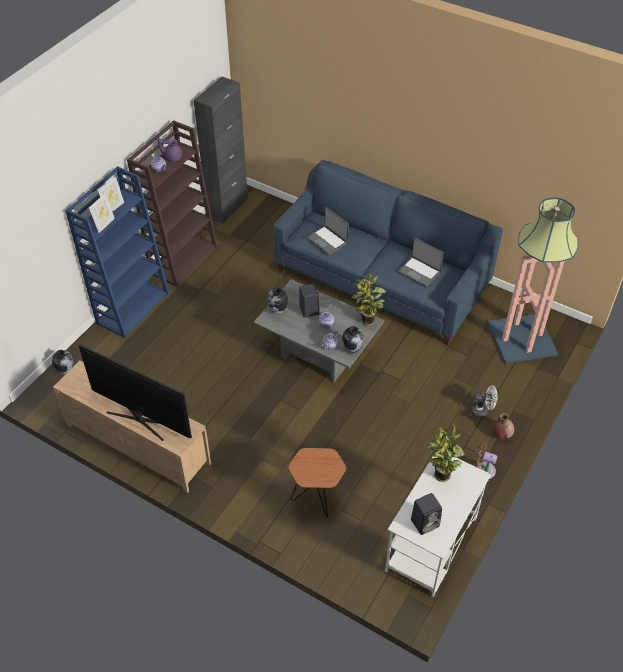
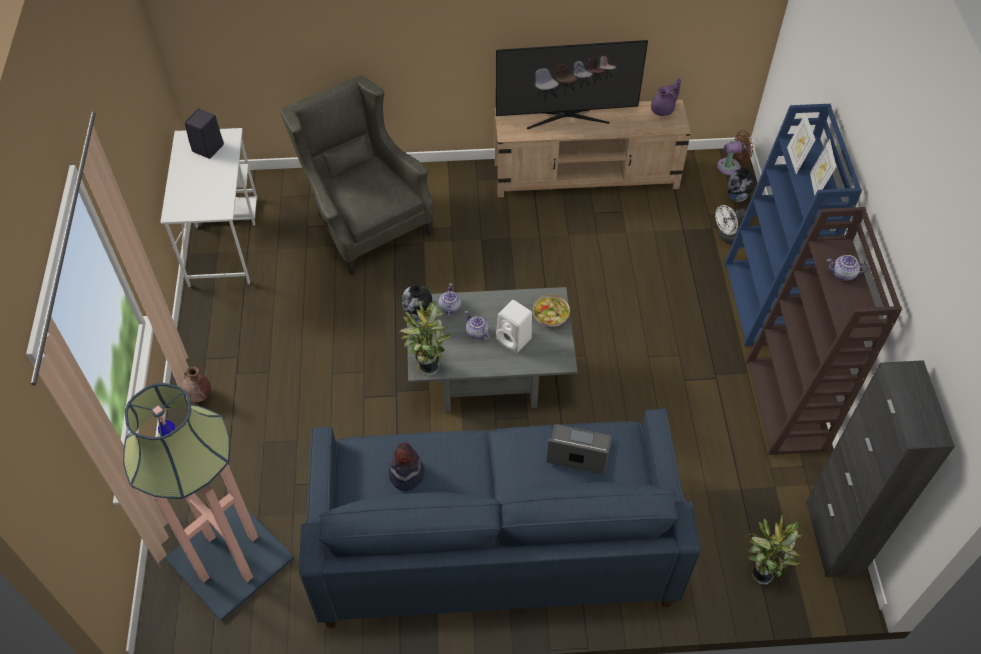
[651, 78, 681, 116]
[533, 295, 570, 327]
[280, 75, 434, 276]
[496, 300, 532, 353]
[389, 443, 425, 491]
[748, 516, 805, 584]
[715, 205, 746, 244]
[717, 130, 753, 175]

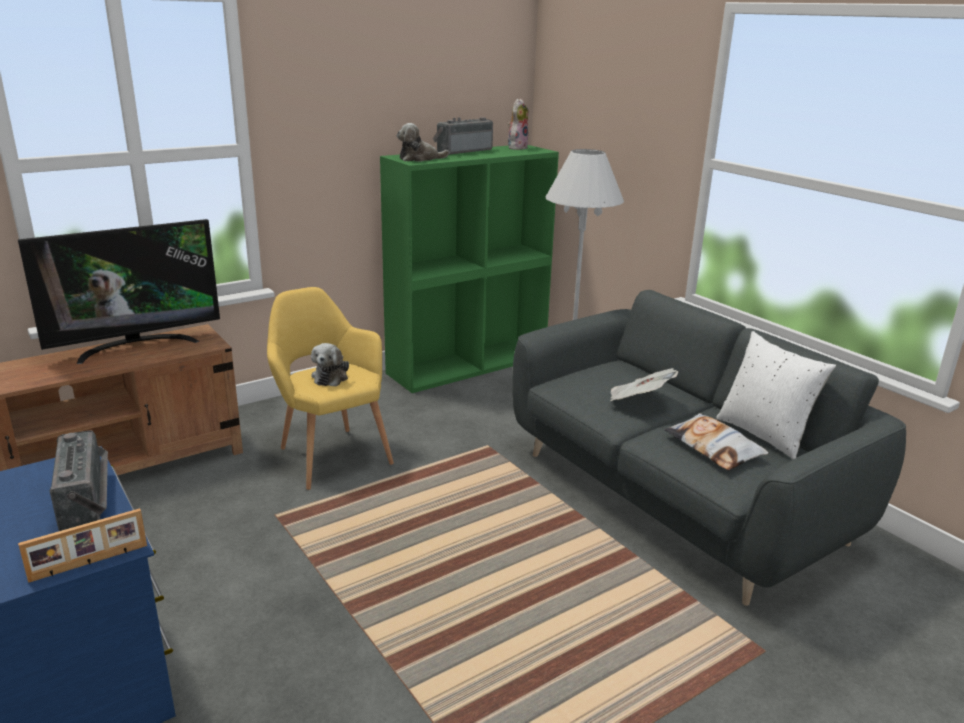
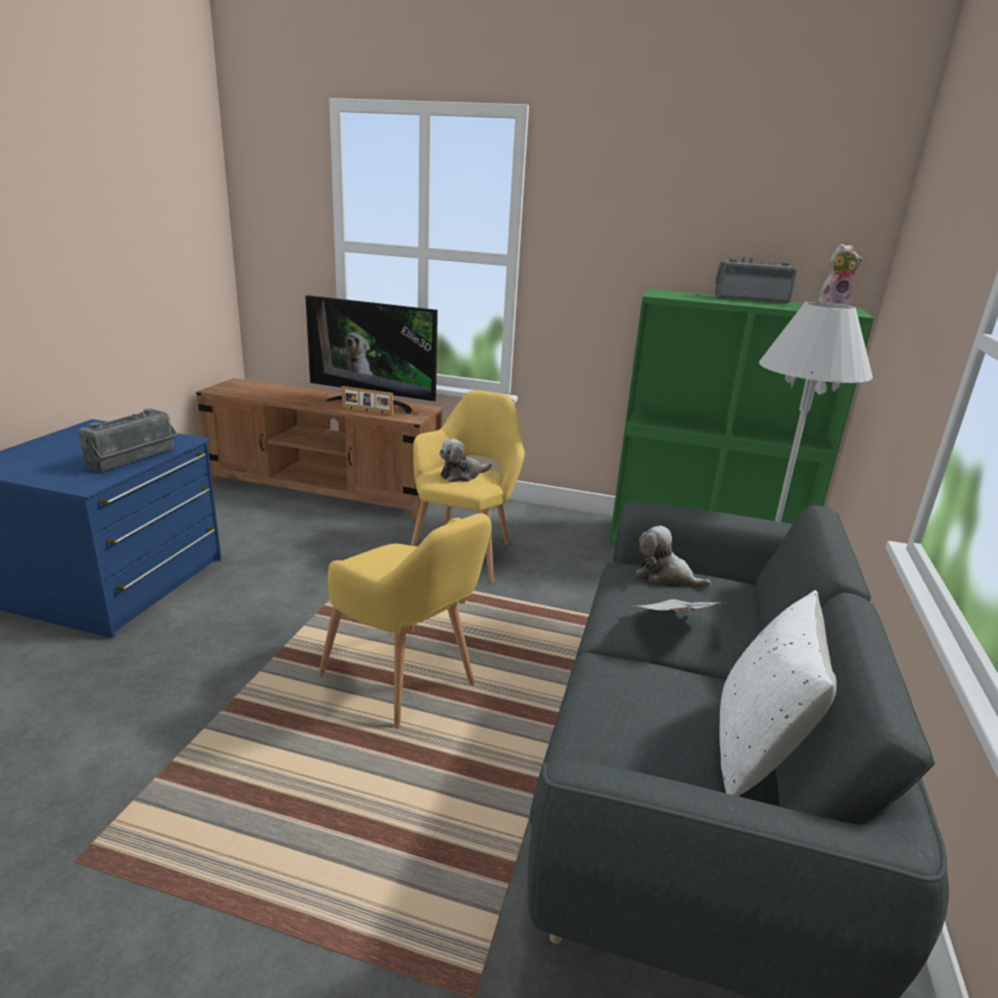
[342, 386, 393, 415]
[636, 526, 711, 589]
[664, 413, 769, 470] (first image)
[318, 513, 492, 729]

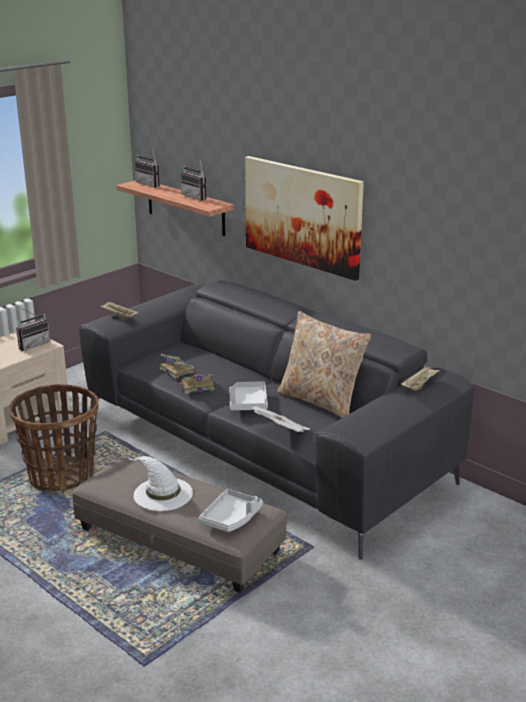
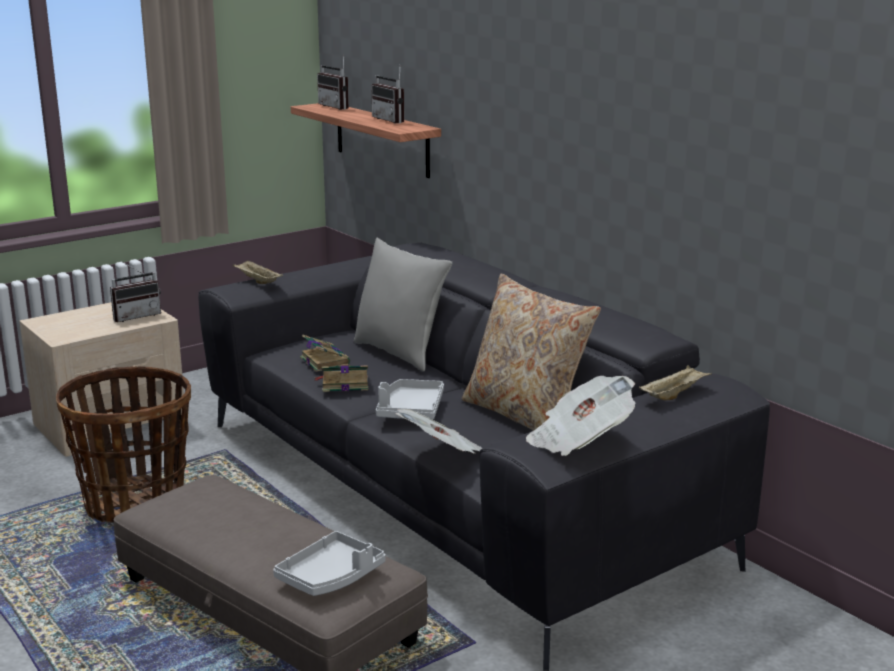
[129, 456, 193, 511] (first image)
[245, 156, 364, 281] (first image)
[354, 238, 452, 372]
[526, 376, 635, 456]

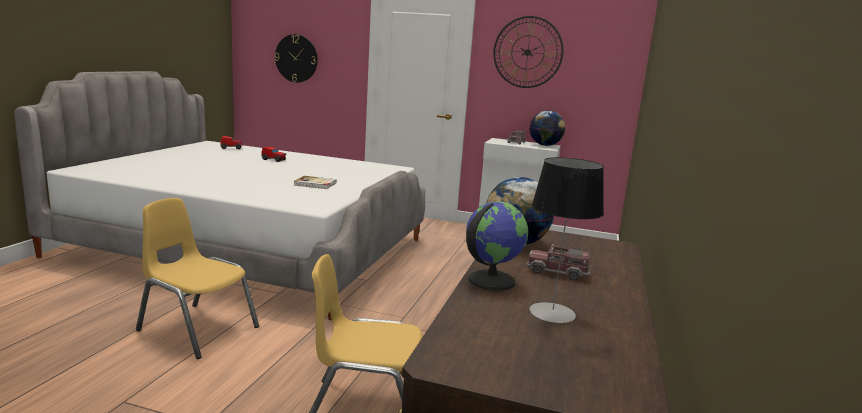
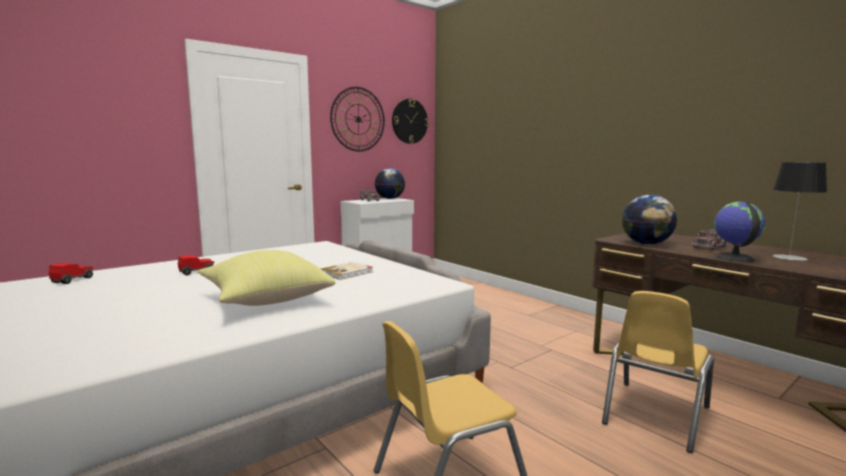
[392, 99, 429, 144]
[197, 250, 336, 306]

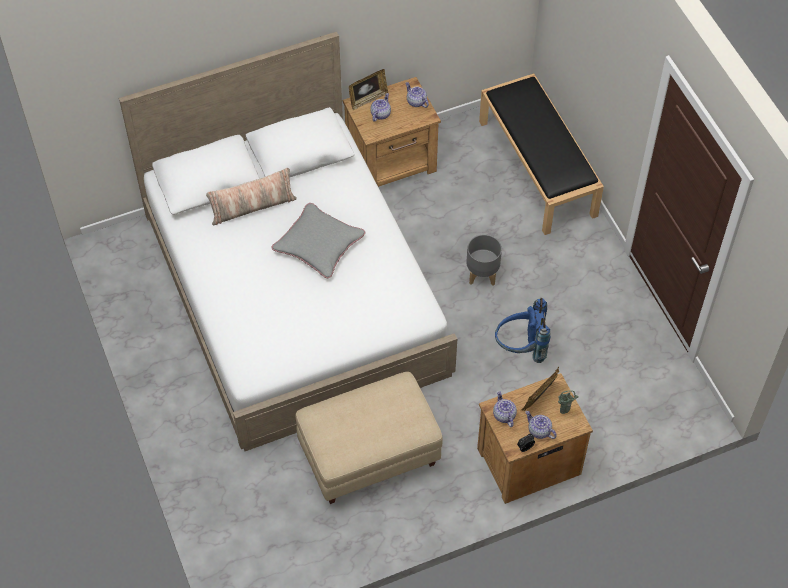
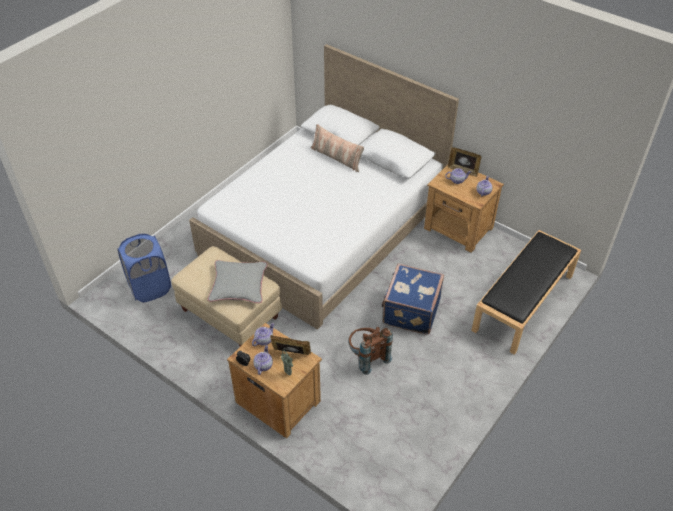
[208, 260, 267, 303]
[381, 263, 444, 335]
[348, 327, 393, 375]
[117, 234, 171, 302]

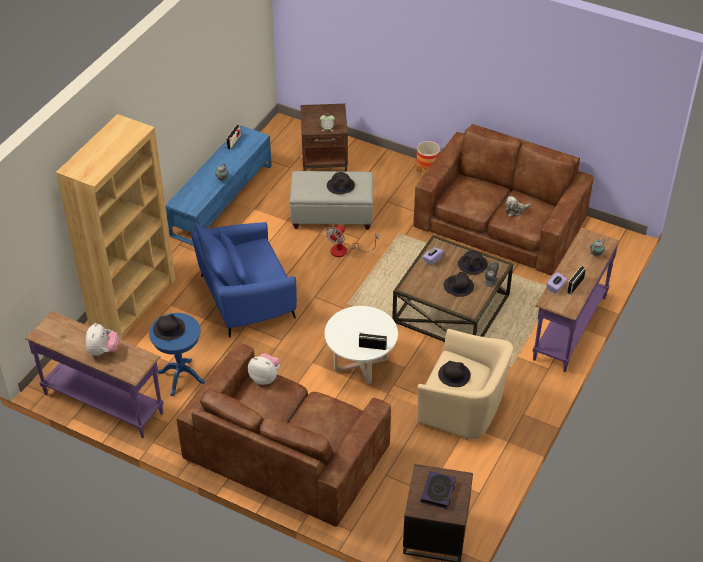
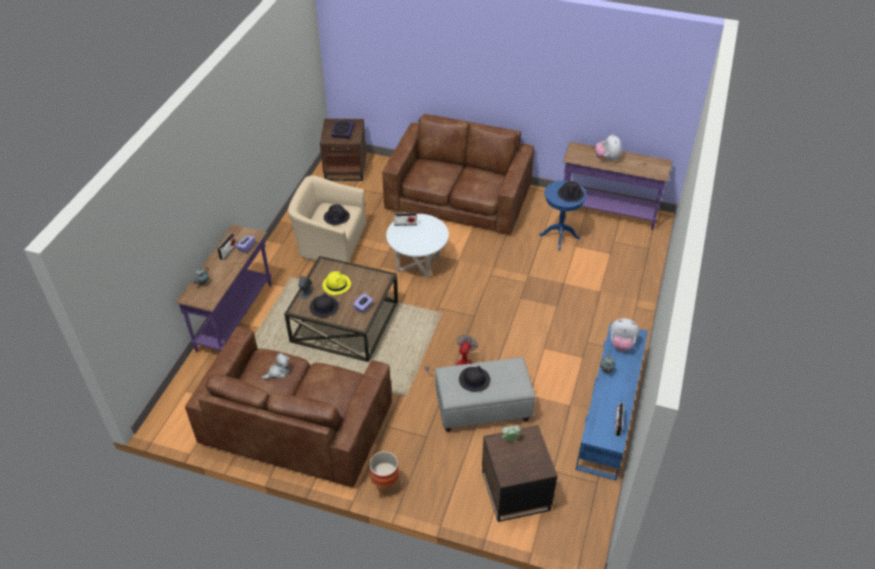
[56, 114, 176, 339] (first image)
[191, 222, 297, 338] (first image)
[610, 318, 639, 351]
[322, 271, 351, 295]

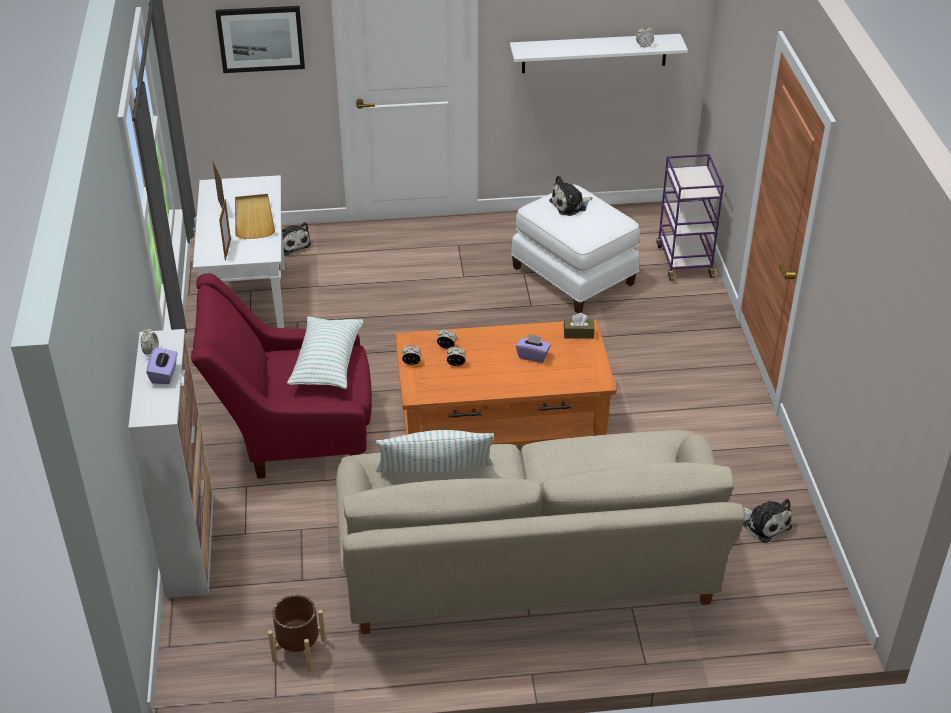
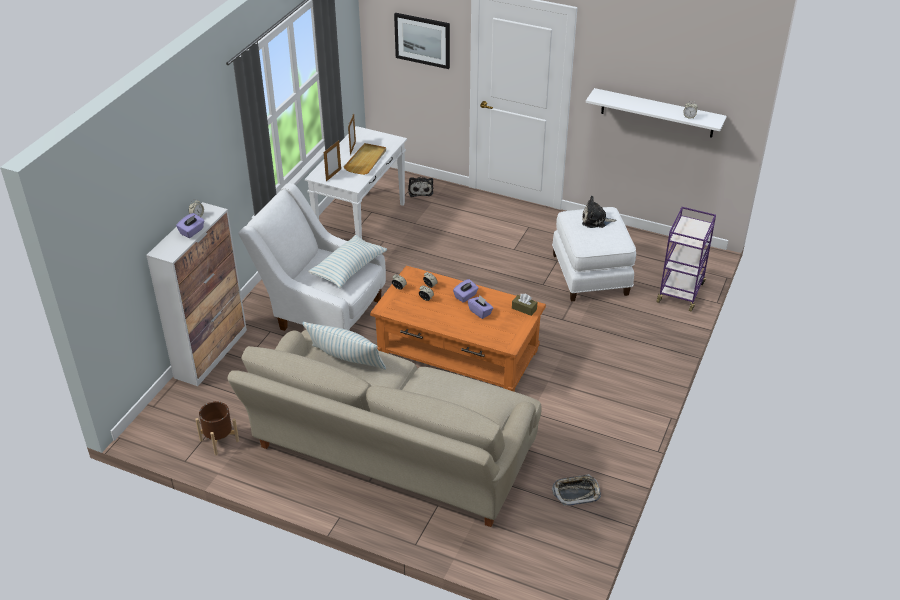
[238, 183, 386, 331]
[552, 474, 601, 506]
[453, 279, 478, 303]

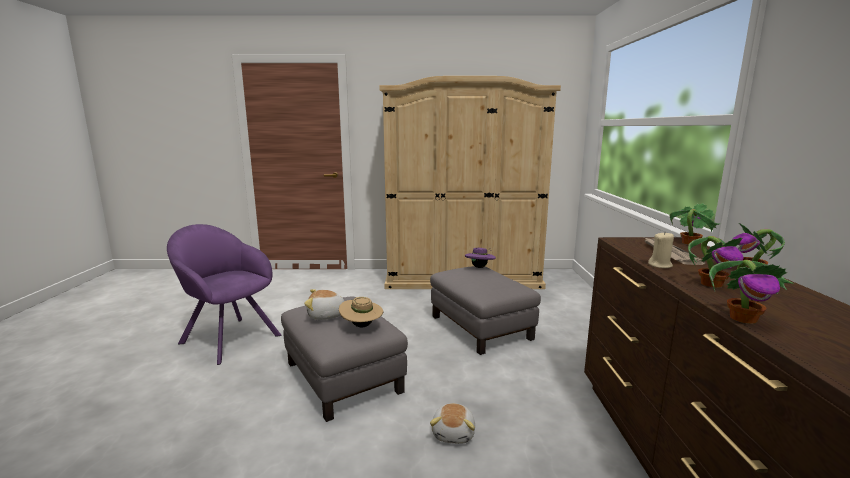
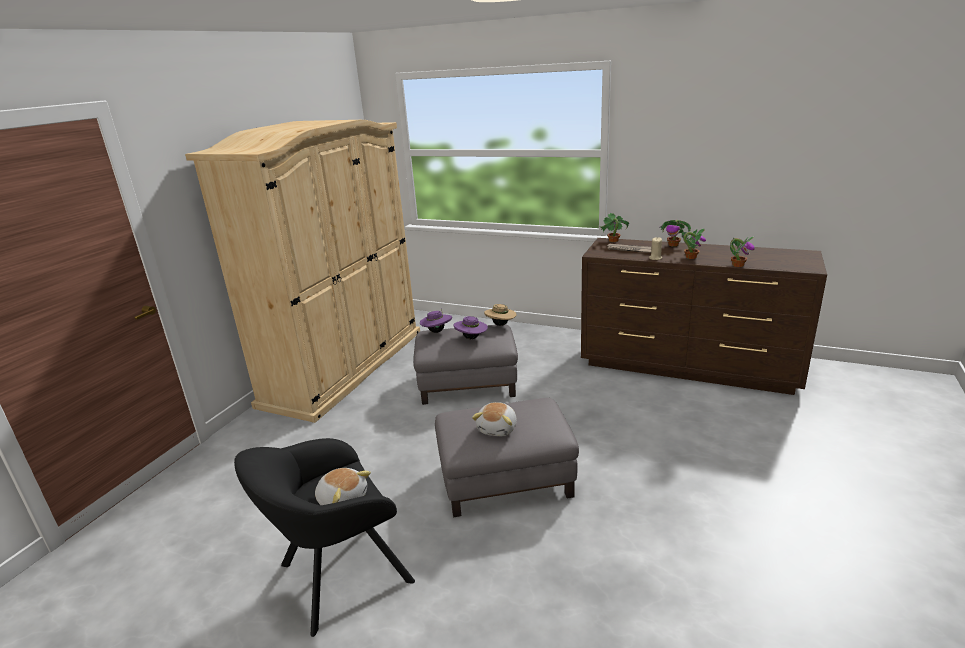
[234, 438, 415, 637]
[484, 304, 517, 326]
[315, 468, 371, 505]
[454, 316, 488, 339]

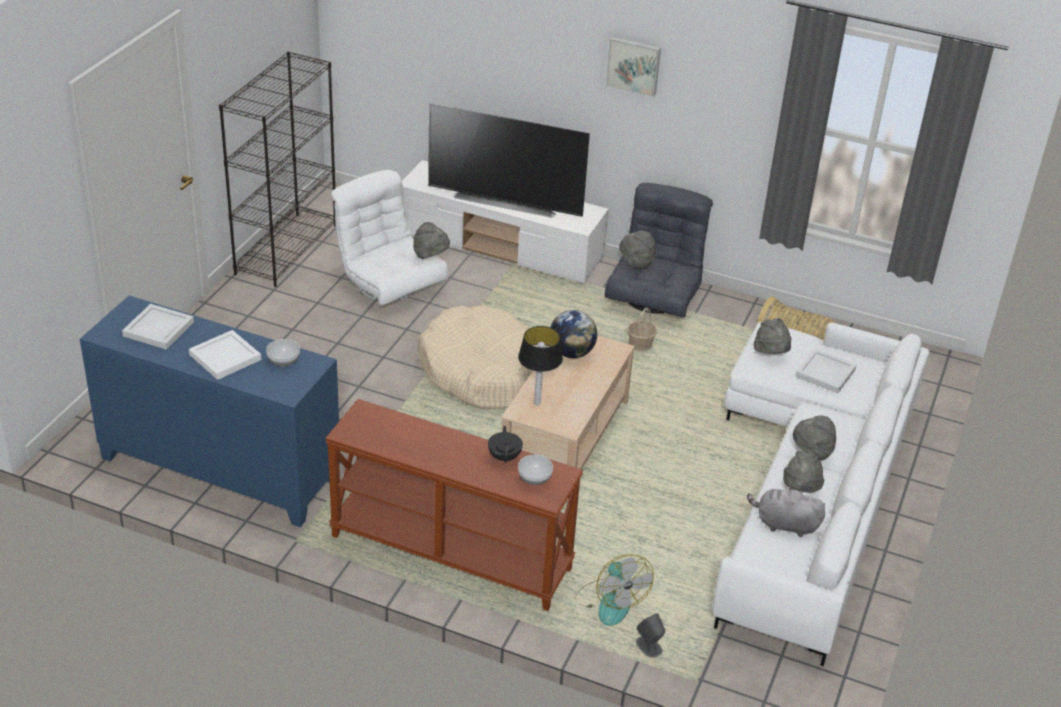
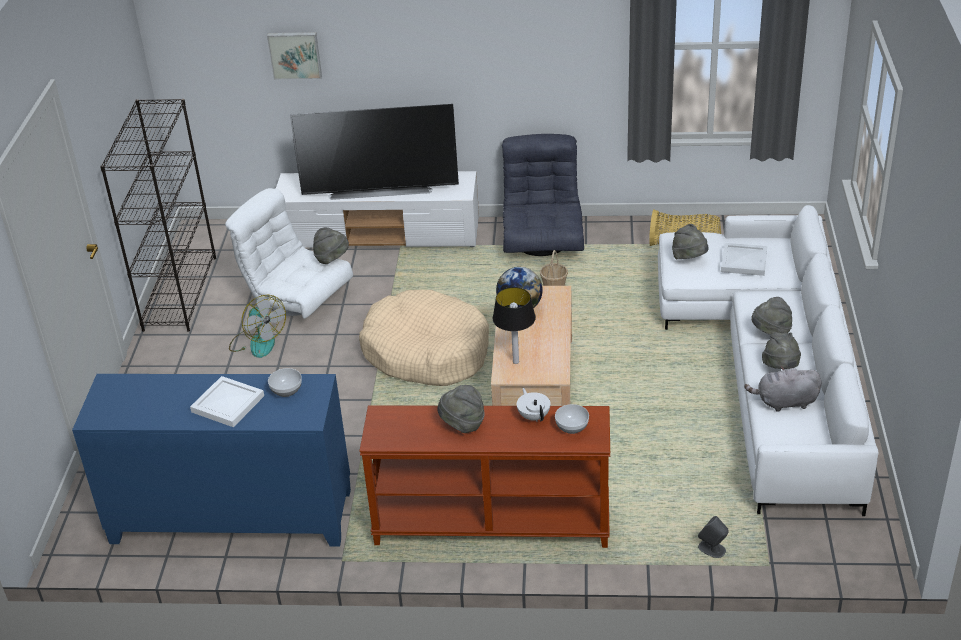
[122, 304, 194, 350] (first image)
[517, 388, 550, 422]
[229, 295, 286, 358]
[267, 32, 322, 80]
[438, 385, 485, 433]

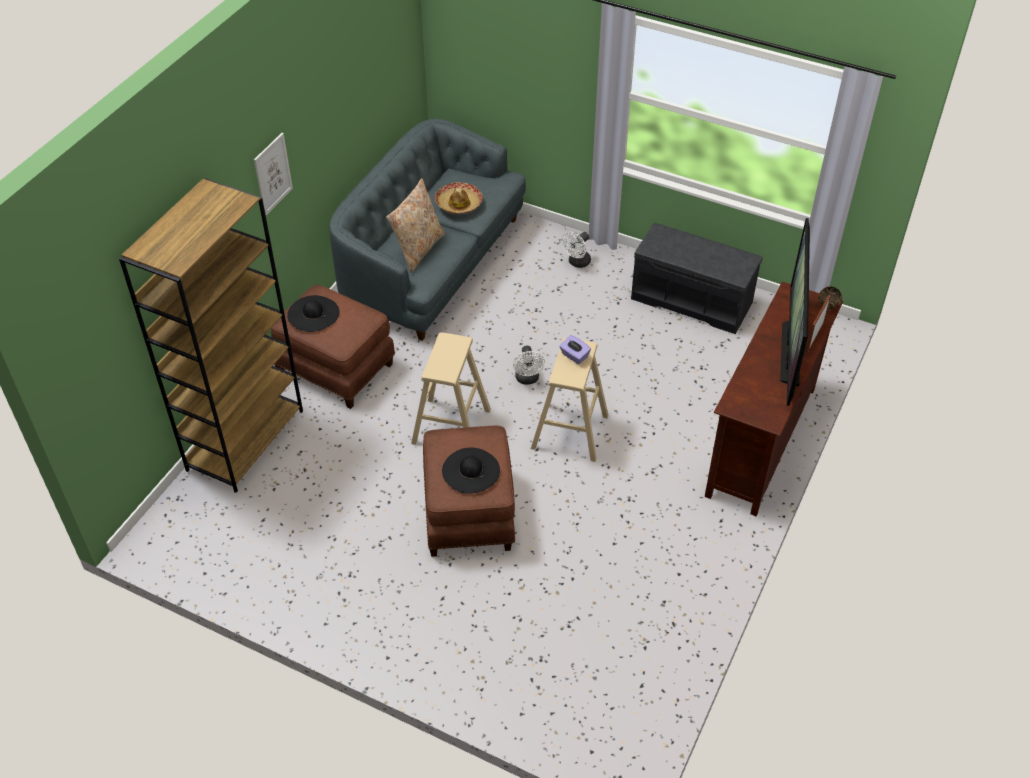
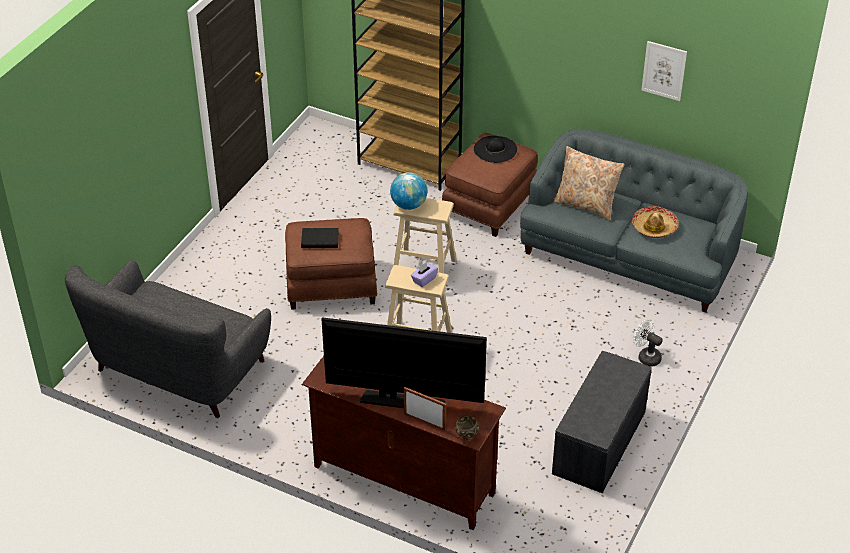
[641, 41, 687, 101]
[301, 228, 339, 248]
[513, 346, 545, 384] (first image)
[65, 260, 271, 418]
[390, 172, 427, 210]

